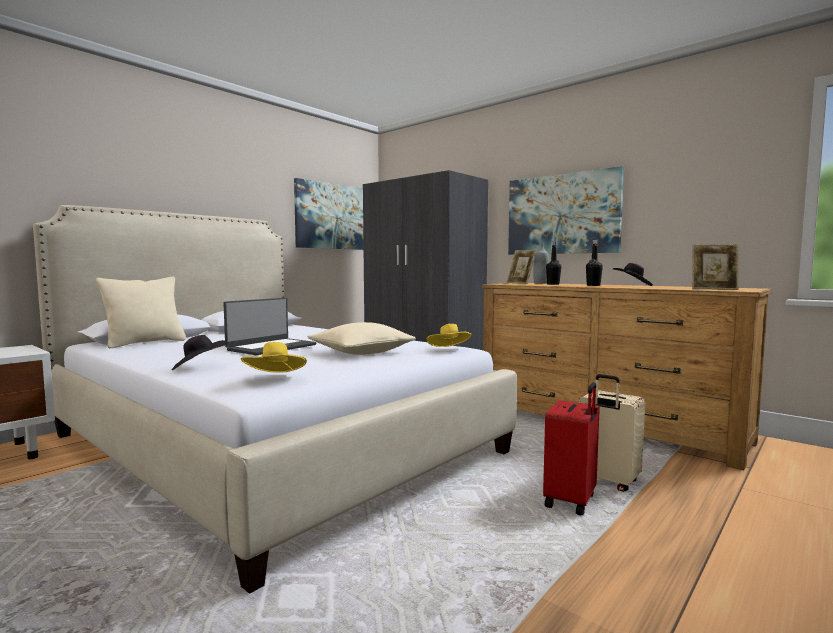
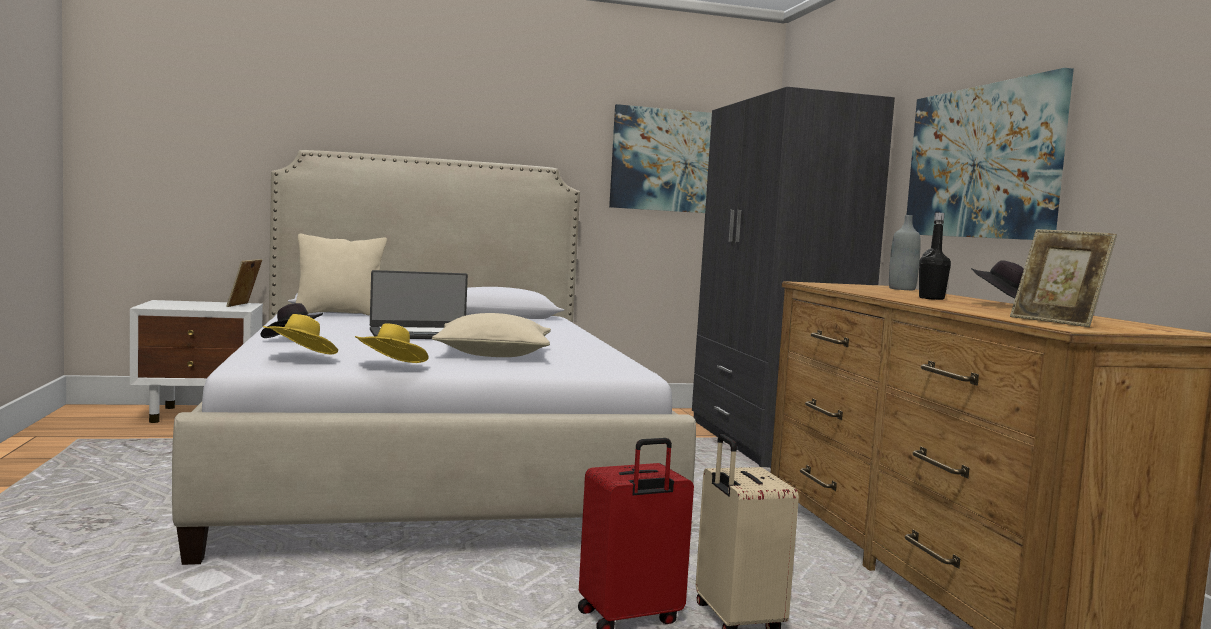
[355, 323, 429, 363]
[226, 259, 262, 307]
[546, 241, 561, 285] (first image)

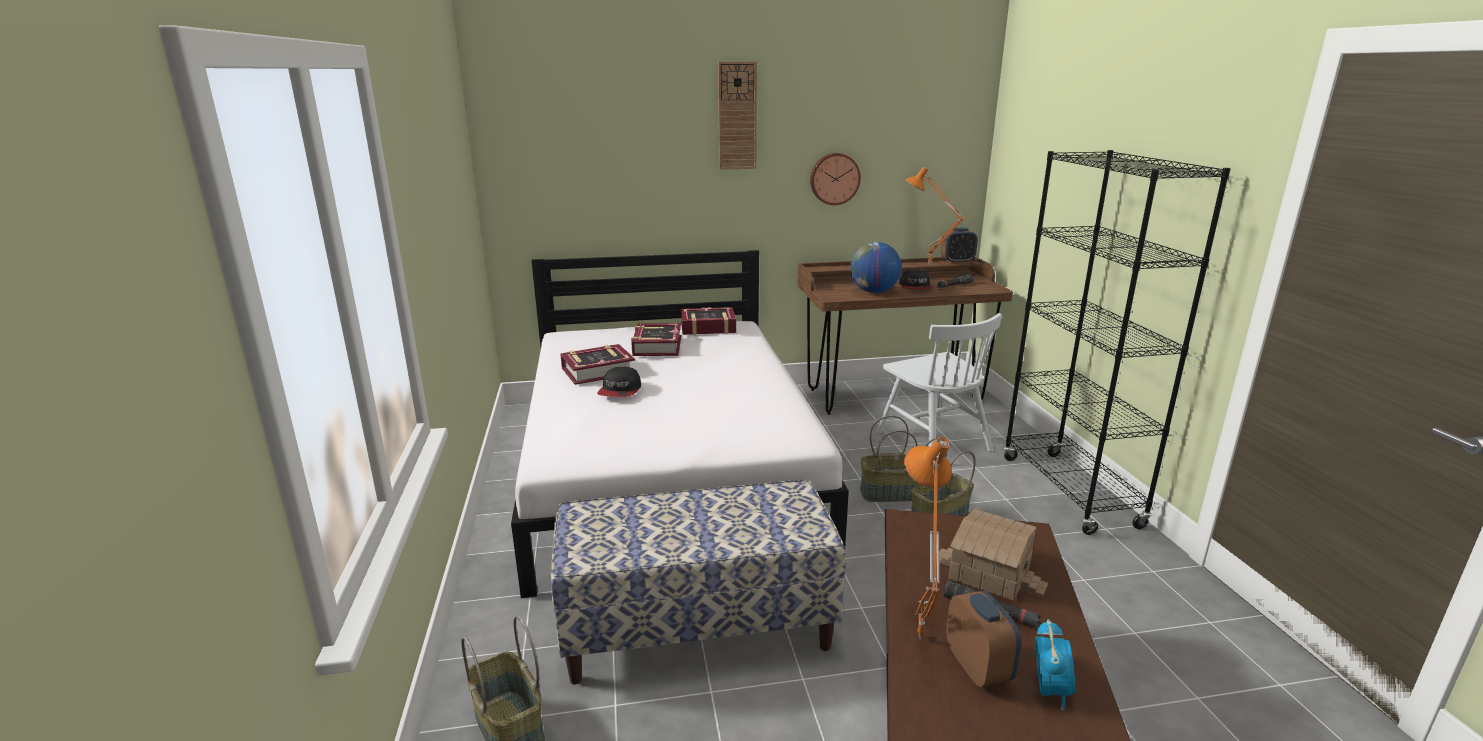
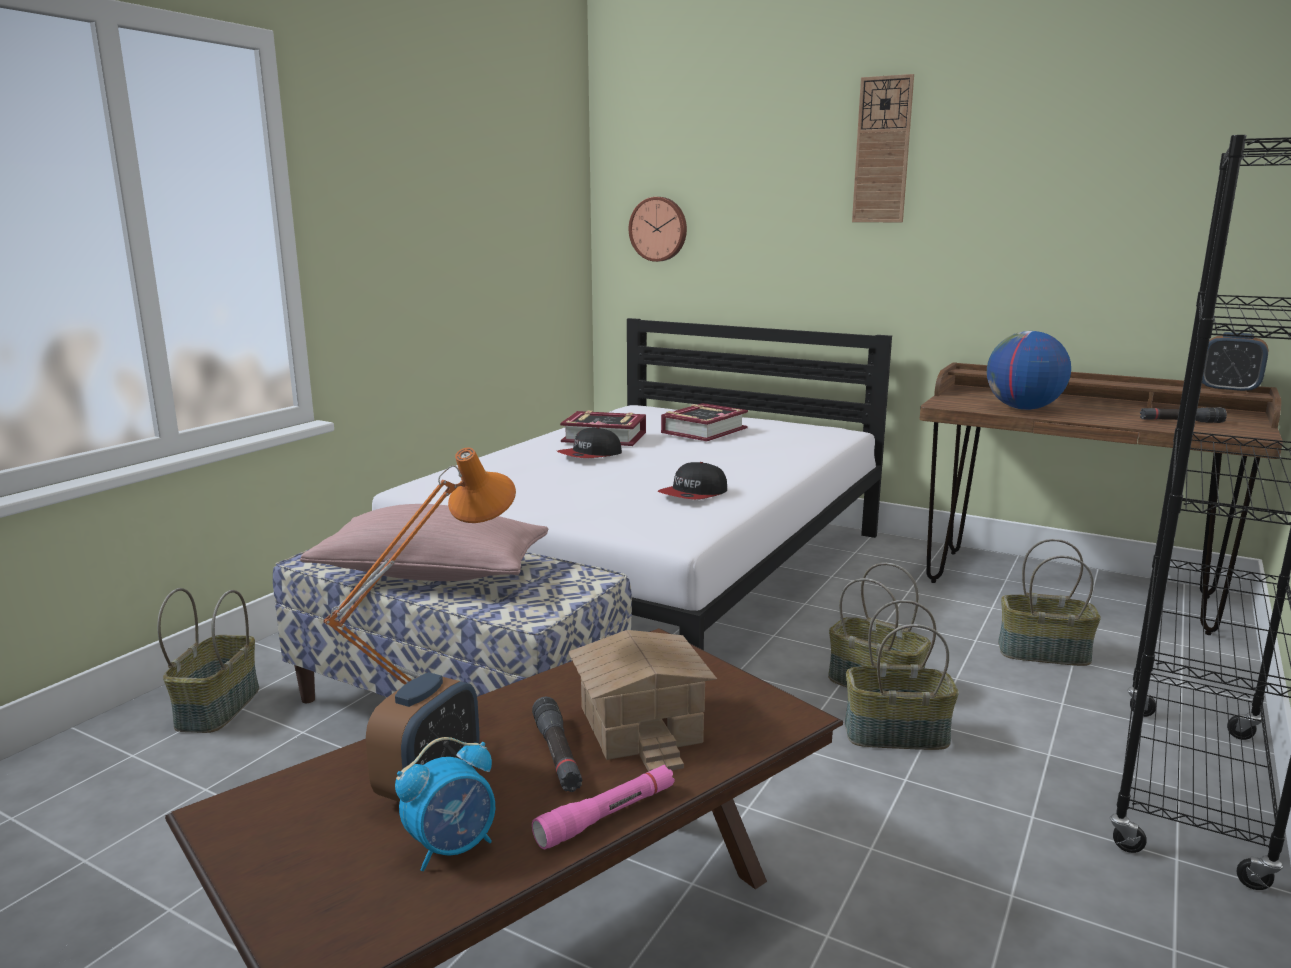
[681, 307, 736, 335] (first image)
[629, 197, 687, 262]
[998, 539, 1101, 666]
[657, 462, 727, 499]
[906, 167, 965, 264] (first image)
[300, 504, 548, 581]
[532, 765, 675, 849]

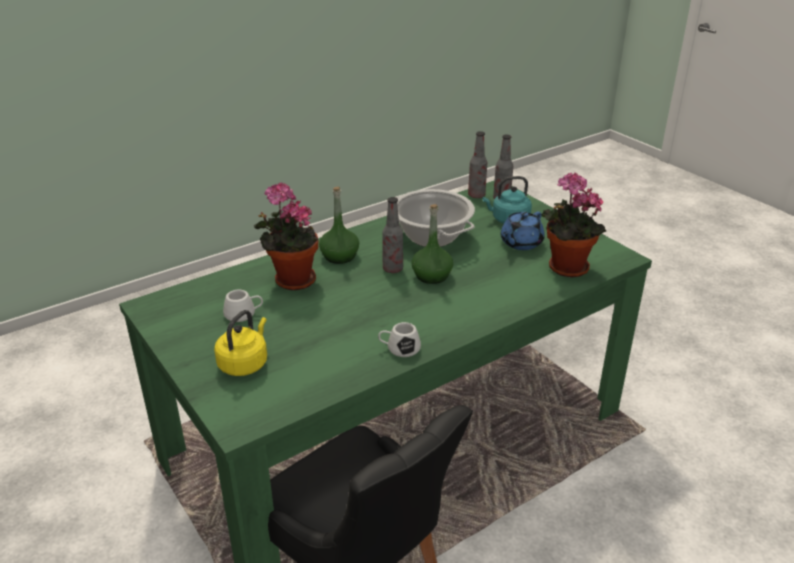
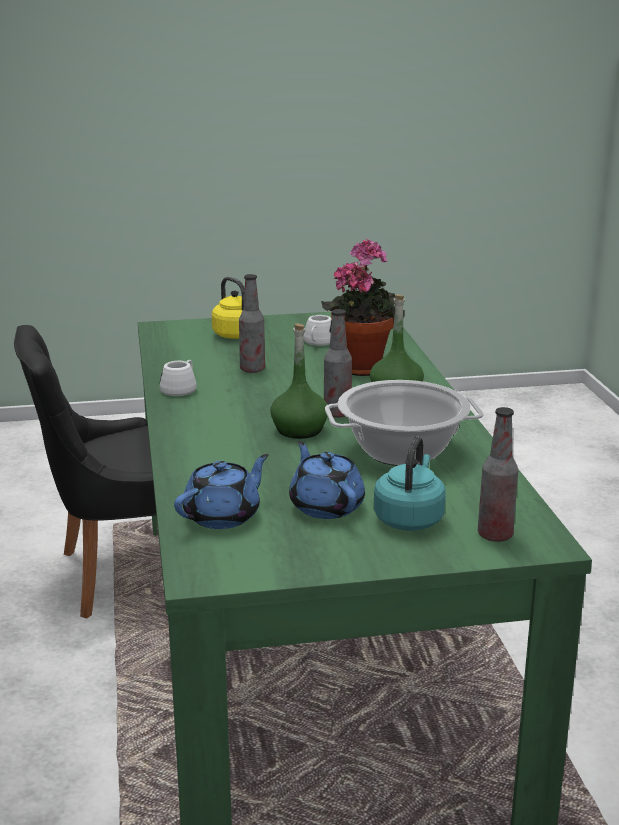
[239, 274, 265, 373]
[174, 454, 269, 529]

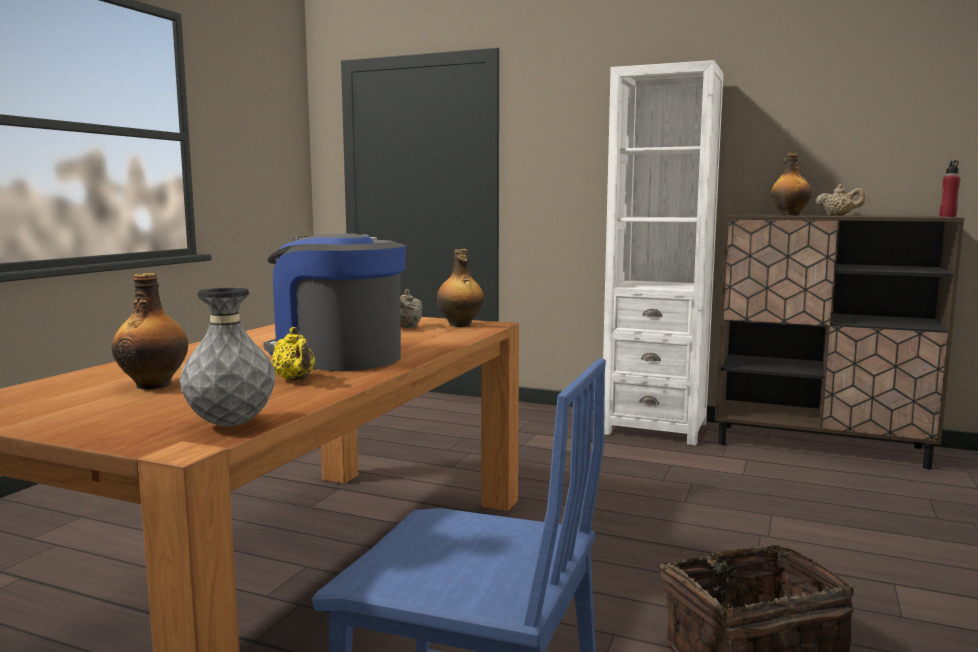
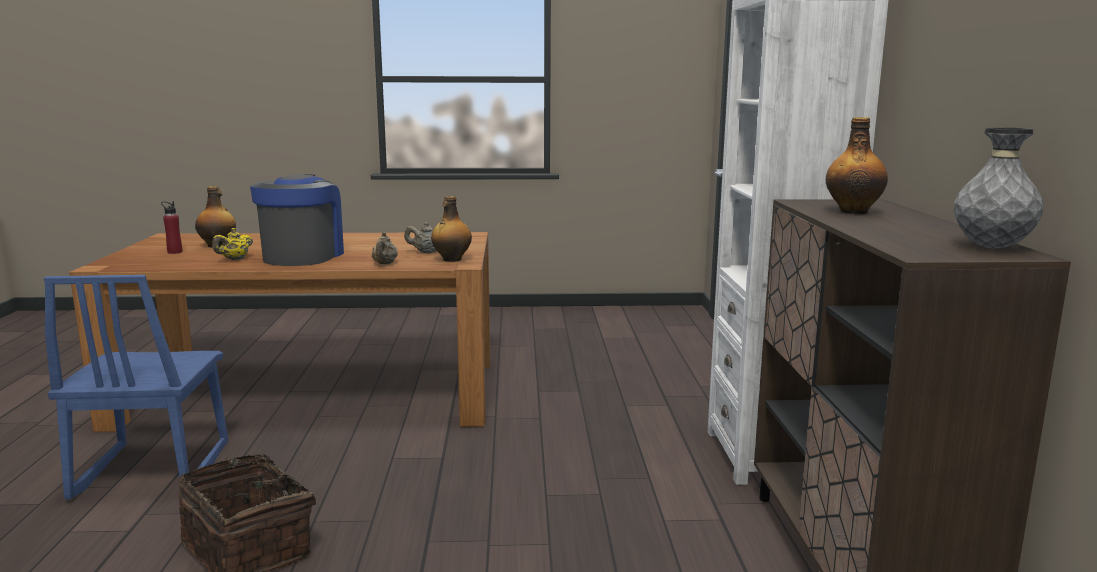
[954, 127, 1044, 249]
[372, 232, 397, 264]
[161, 201, 182, 254]

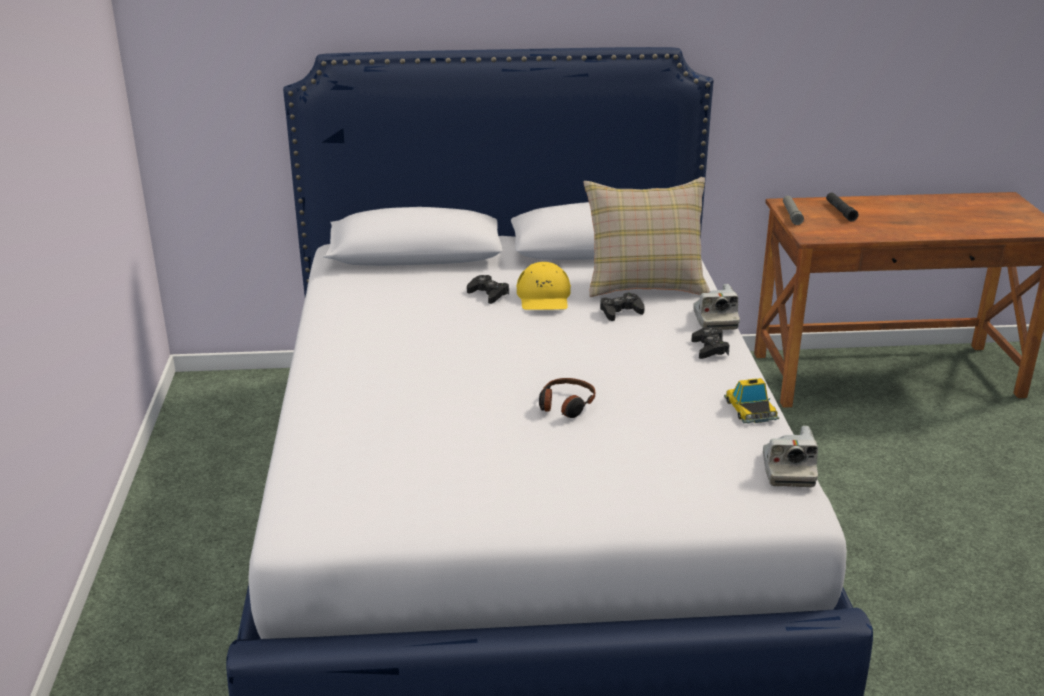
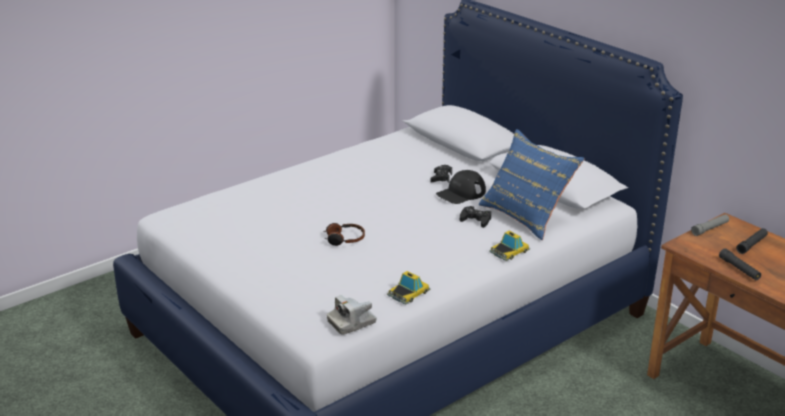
[436, 170, 486, 204]
[479, 129, 585, 240]
[691, 327, 730, 359] (first image)
[489, 231, 530, 261]
[719, 249, 761, 280]

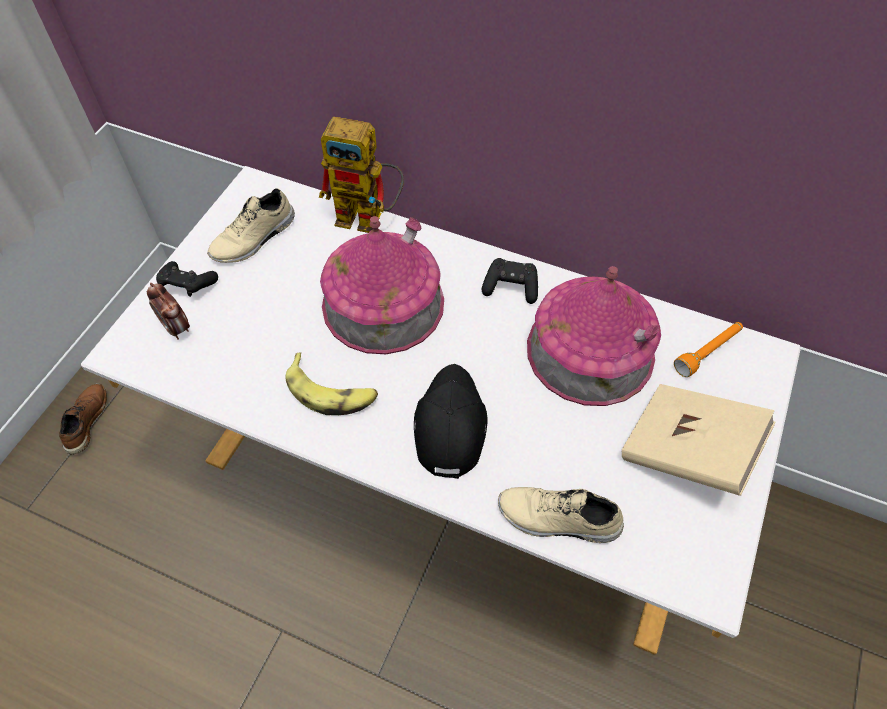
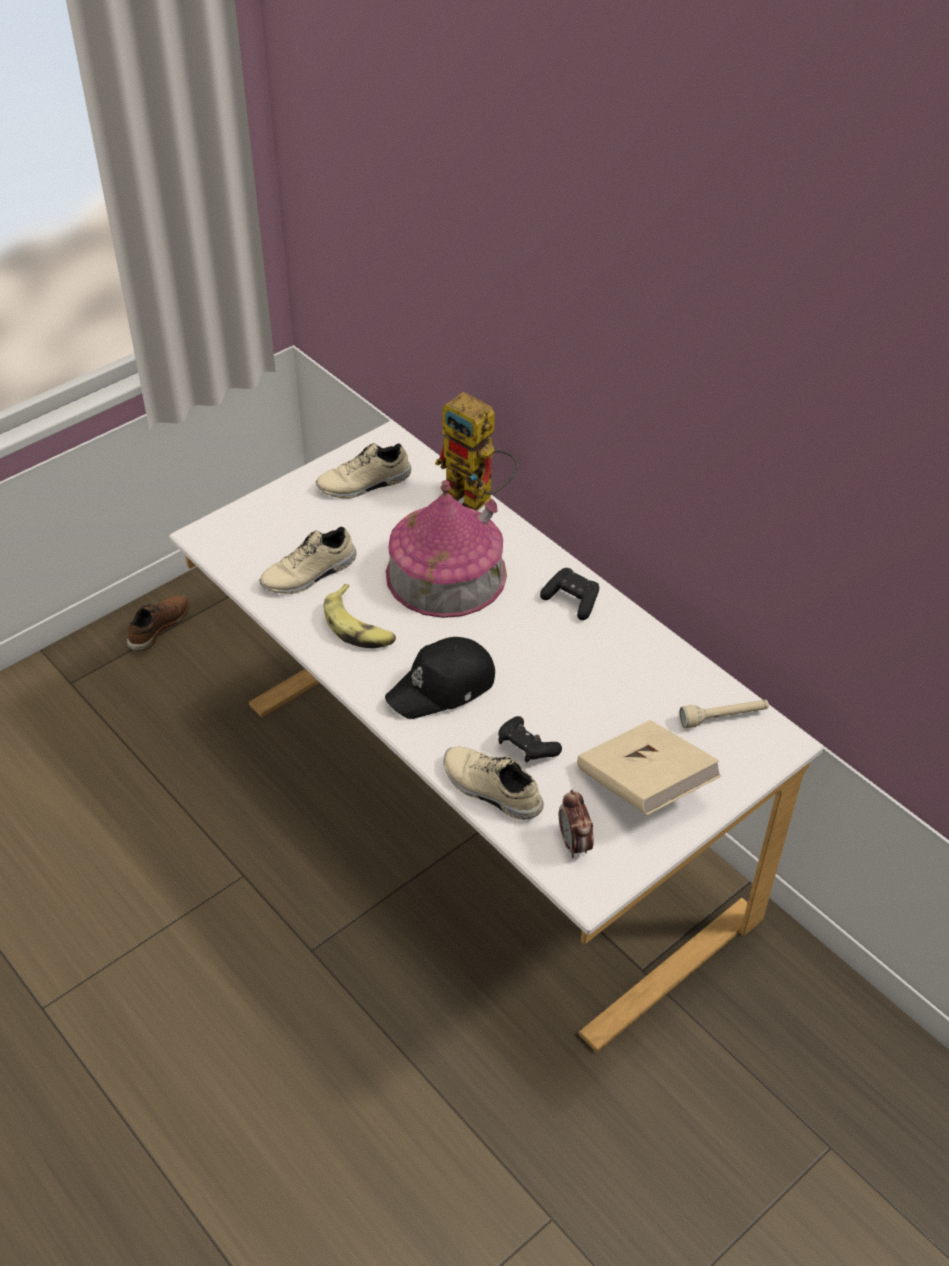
[559, 790, 594, 858]
[498, 716, 562, 762]
[385, 637, 495, 719]
[527, 266, 661, 406] (first image)
[680, 700, 769, 728]
[259, 527, 357, 594]

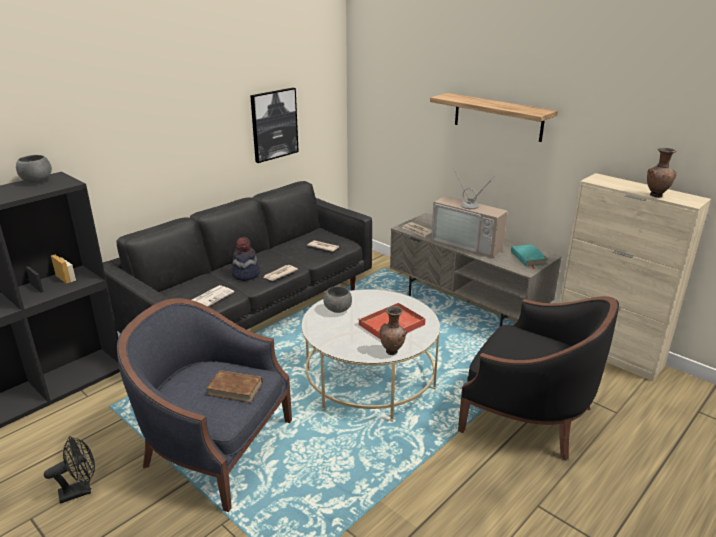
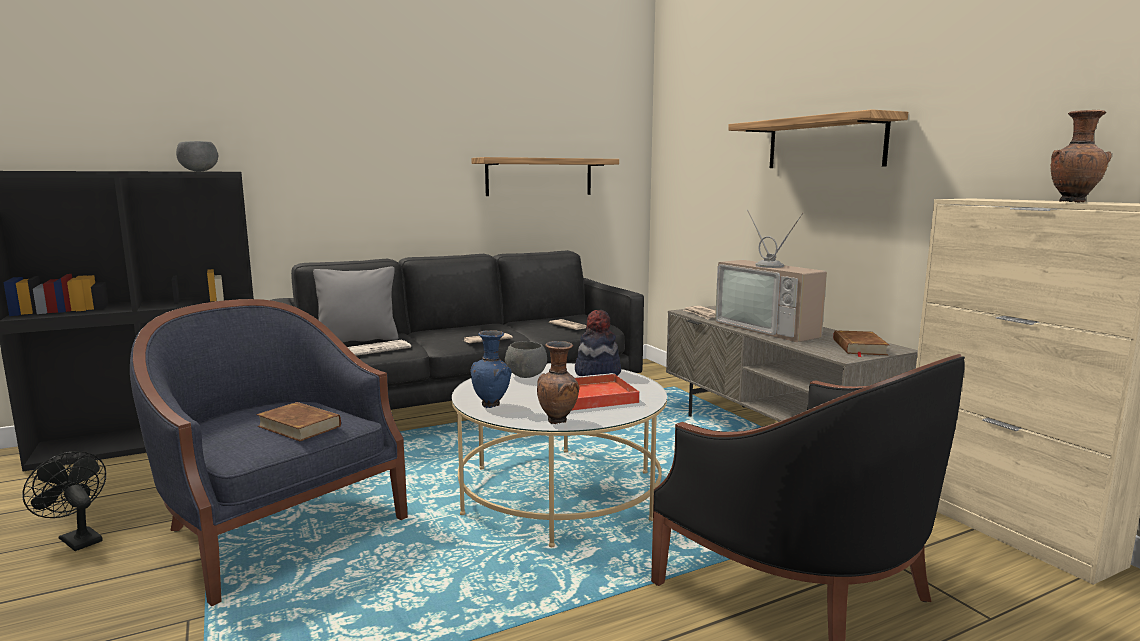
[22, 451, 106, 551]
[575, 310, 621, 376]
[471, 157, 619, 196]
[833, 330, 889, 357]
[313, 266, 399, 342]
[471, 330, 512, 408]

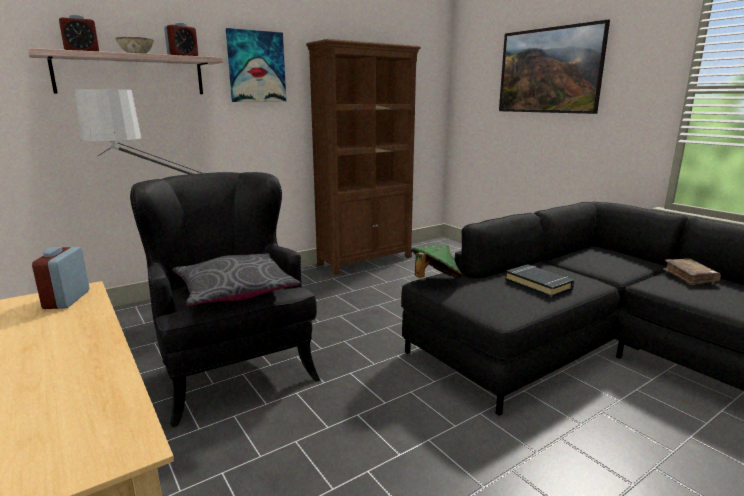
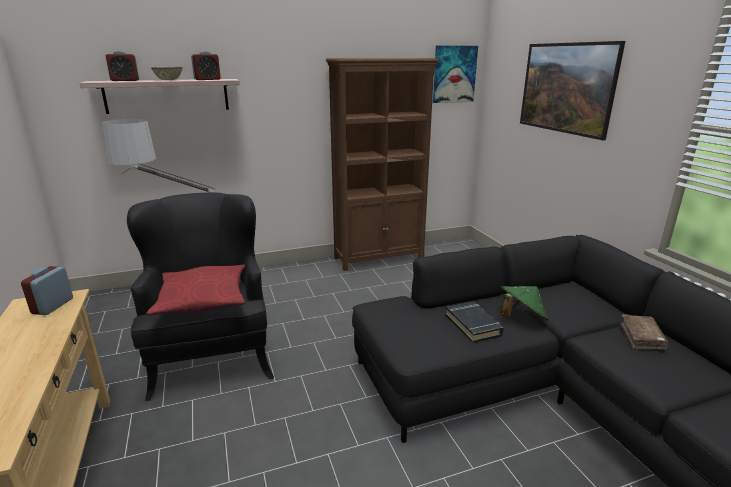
[147, 265, 245, 315]
[433, 45, 478, 103]
[501, 286, 549, 321]

